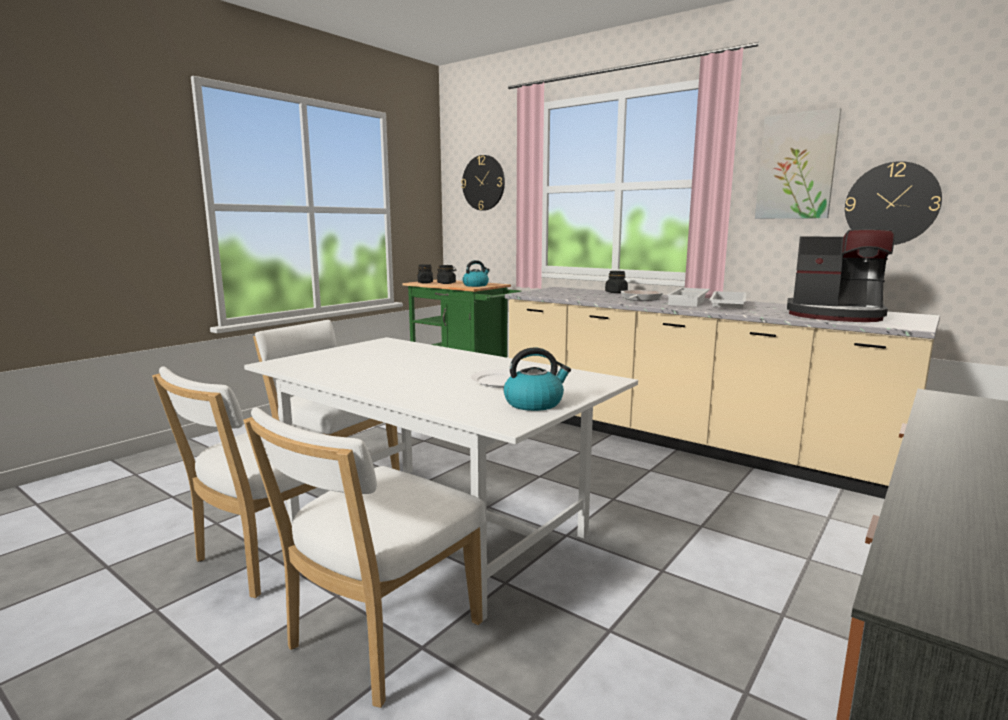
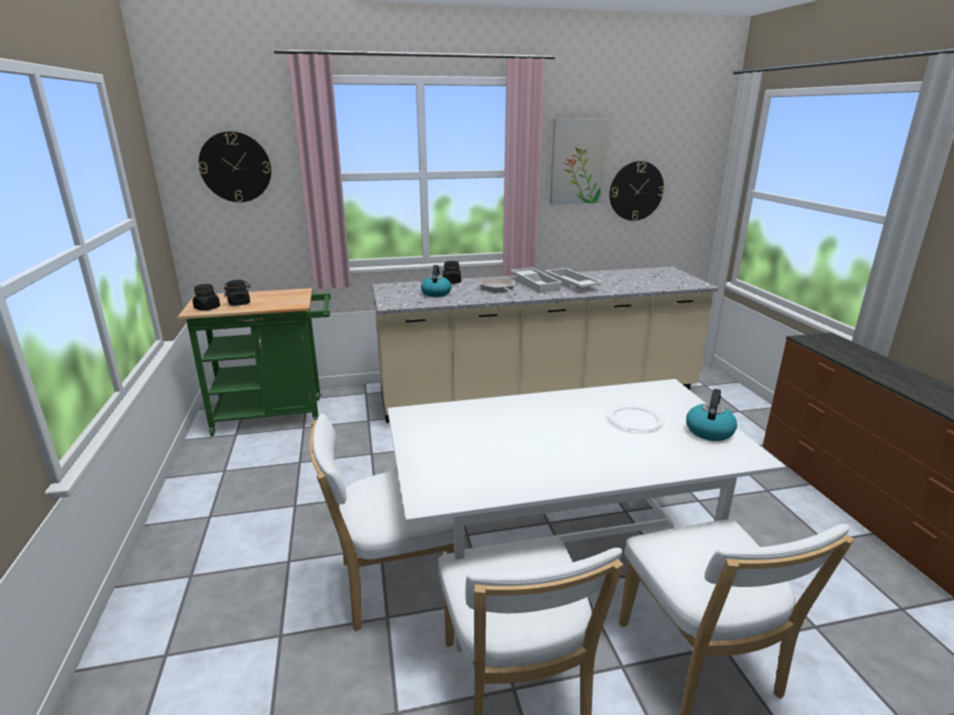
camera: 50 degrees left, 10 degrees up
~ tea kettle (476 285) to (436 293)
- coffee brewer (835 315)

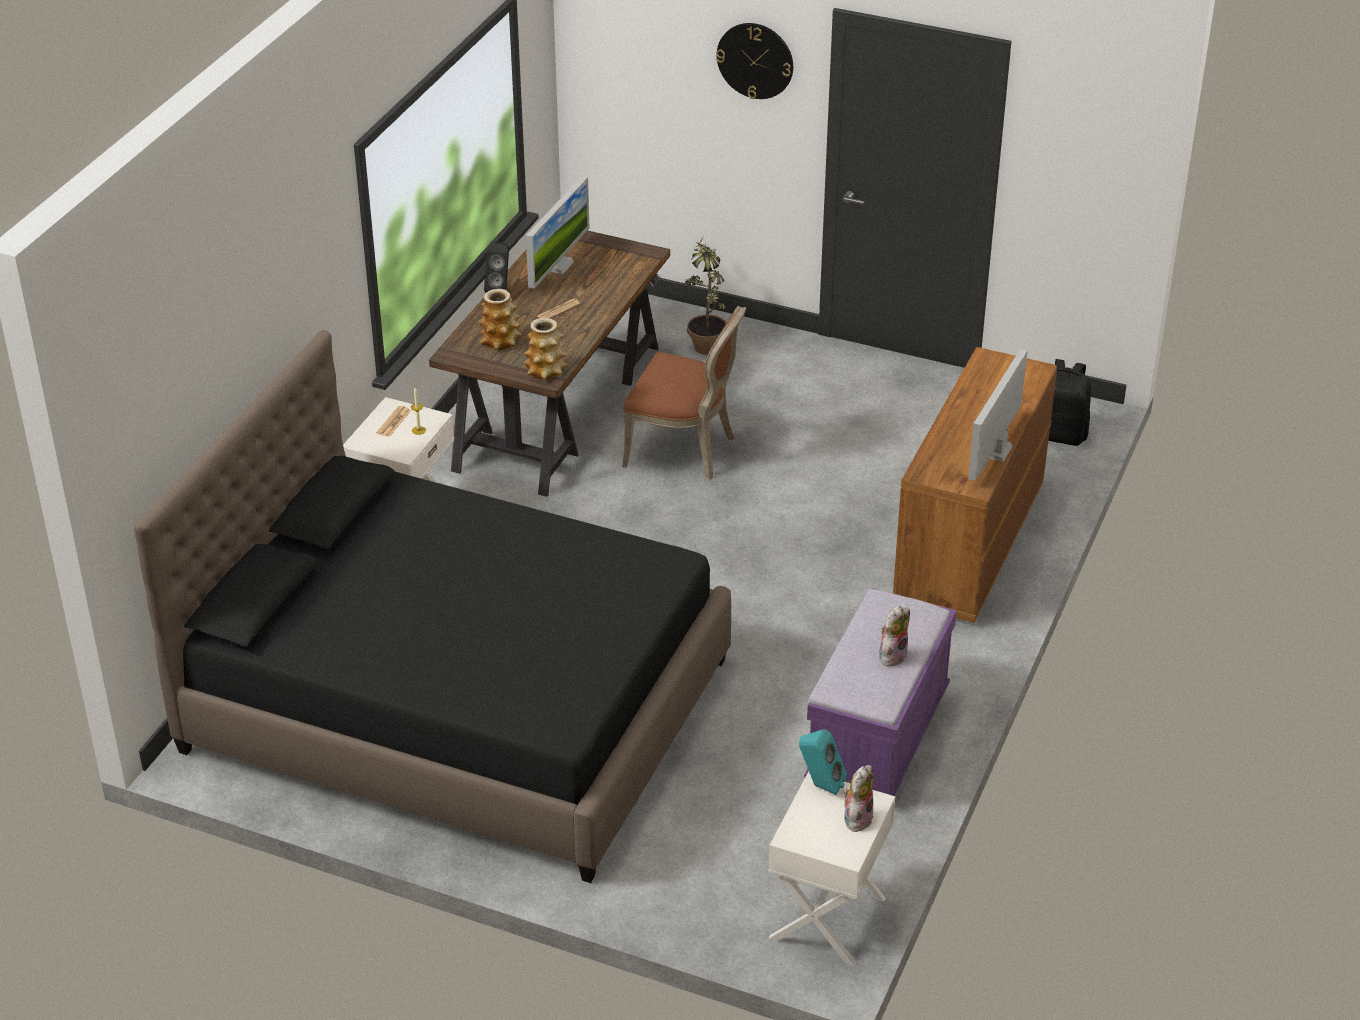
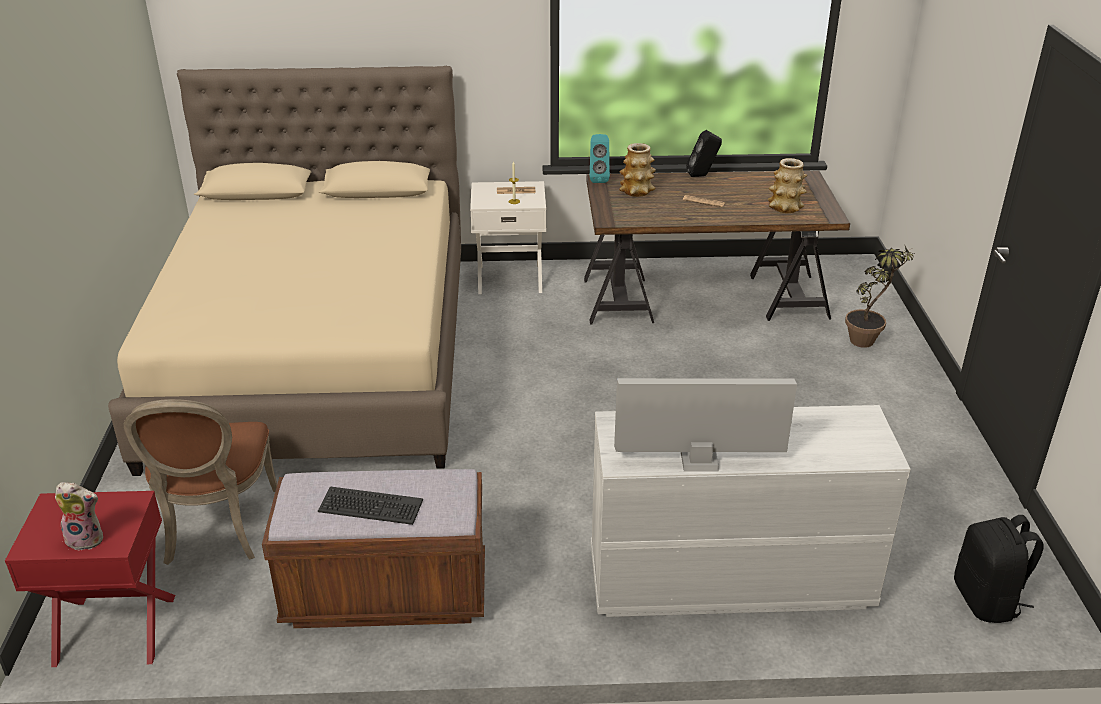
camera: 65 degrees right, 5 degrees down
~ white-coloured night table (829 918) to reddish night table (114 631)
~ black bedroom bed (457 704) to beige-coloured bedroom bed (318 356)
~ brown-coloured upright chair (685 450) to (216 529)
~ purplish bench (878 738) to brown-coloured bench (386 594)
~ soft toy (892 655) to computer keyboard (370 507)
~ blue-green loudspeaker (820 785) to (598 179)
~ brown-coloured dresser (968 546) to white-coloured dresser (727 579)
~ vase (546 371) to (785 208)
- monitor (558 265)
- wall clock (755 60)

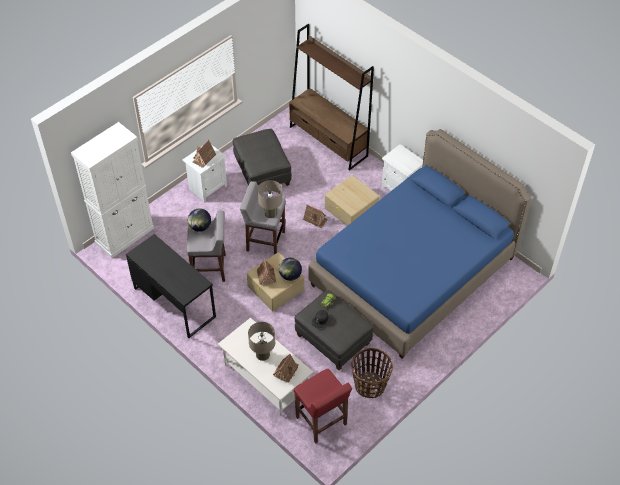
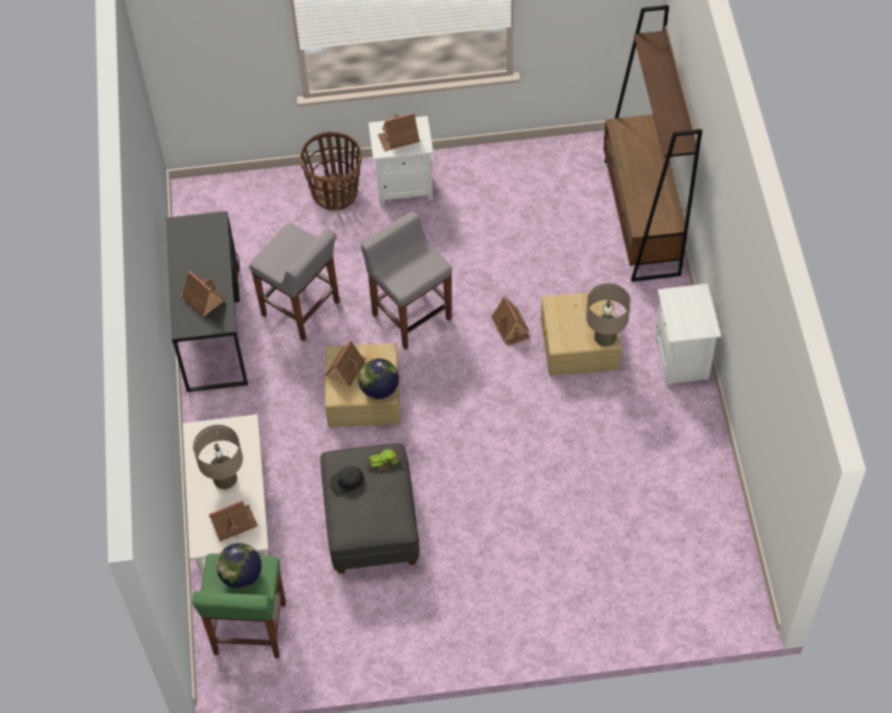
camera: 40 degrees right, 5 degrees up
+ miniature house (202 298)
~ reddish sitting stool (321 421) to green sitting stool (249 630)
~ world globe (200 227) to (241 575)
~ basket (370 385) to (335 193)
~ beige-coloured tabletop lamp (270 213) to (605 337)
- white-coloured cabinet (125 235)
- gray ottoman (262 173)
- bluish bedroom bed (413 271)

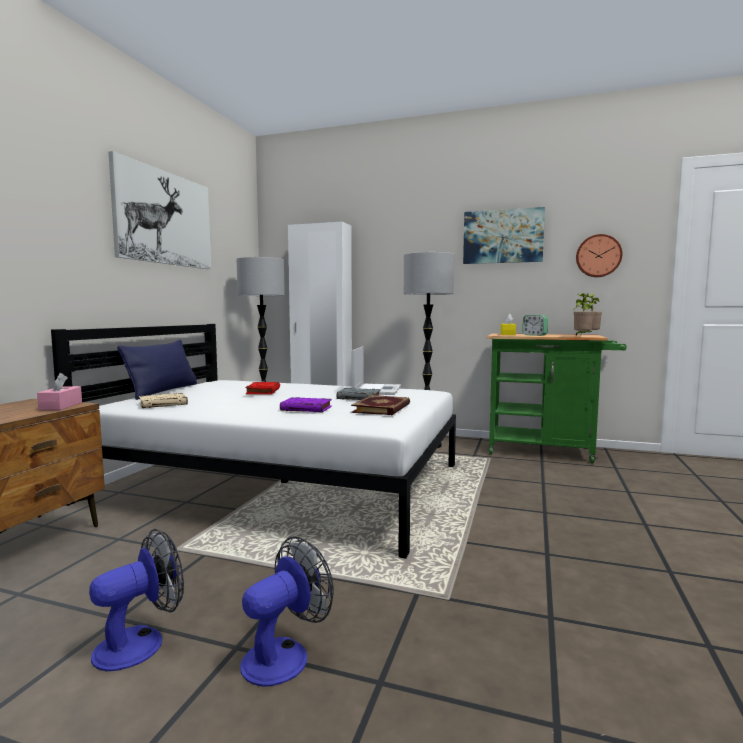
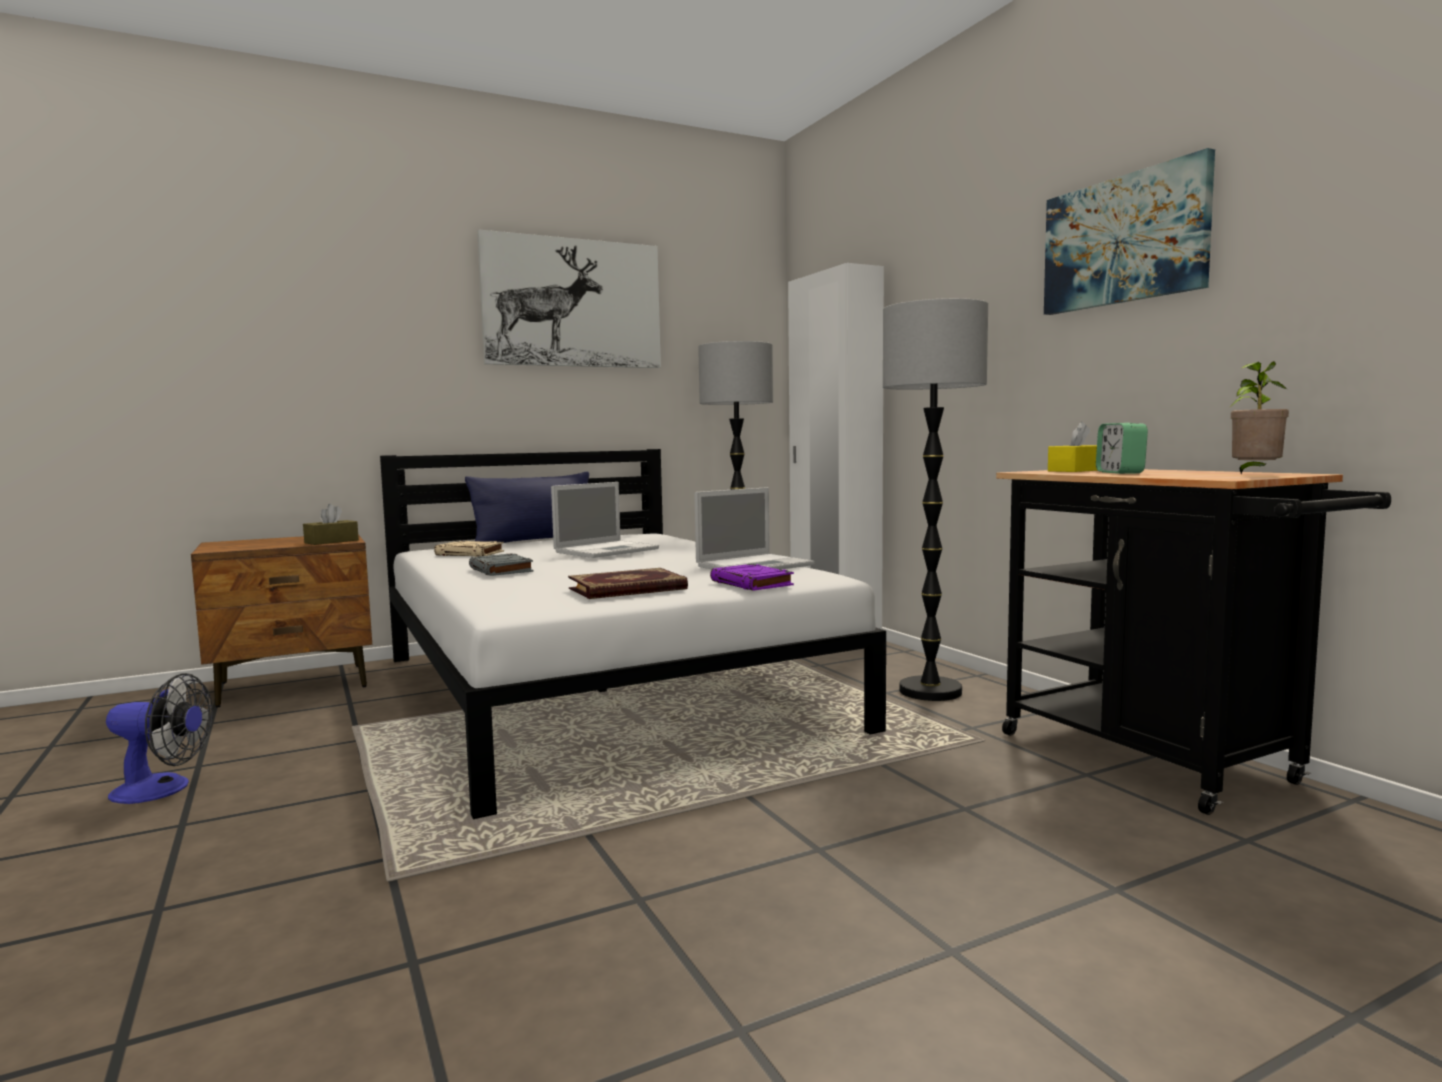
camera: 45 degrees right, 0 degrees up
~ pink tissue holder (61 406) to brown-coloured tissue holder (331 541)
~ gray book (359 398) to (501 570)
~ reddish book (263 391) to notebook computer (608 550)
~ purplish book (307 408) to (752 583)
~ green cart (547 451) to black cart (1159 762)
- fan (285 655)
- potted plant (581 336)
- wall clock (598 256)

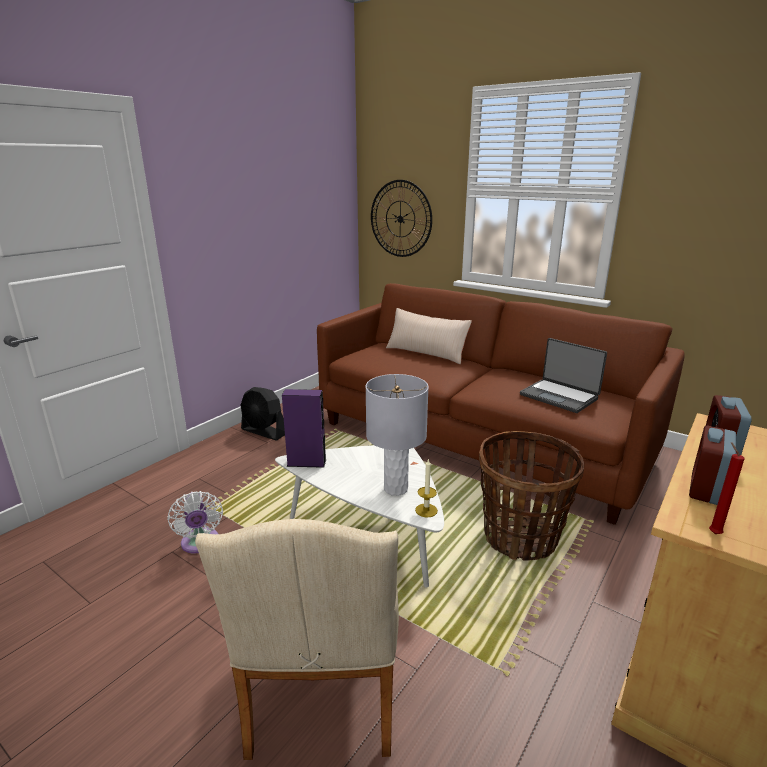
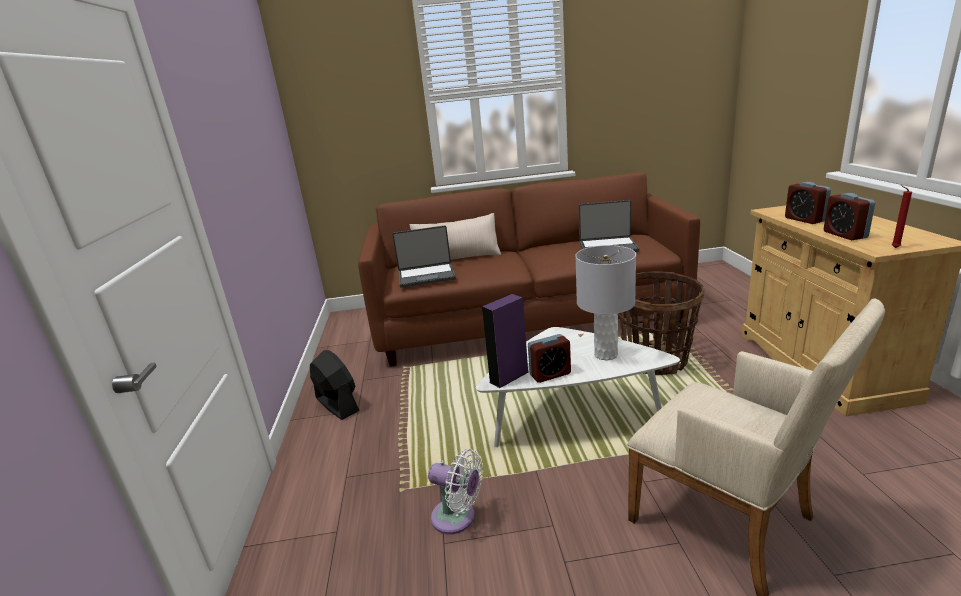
camera: 40 degrees left, 0 degrees up
~ black fan (264 432) = (337 404) 120 degrees counterclockwise
+ notebook computer (426 276)
+ alarm clock (550 374)
- wall clock (400 219)
- wax candle (426 510)

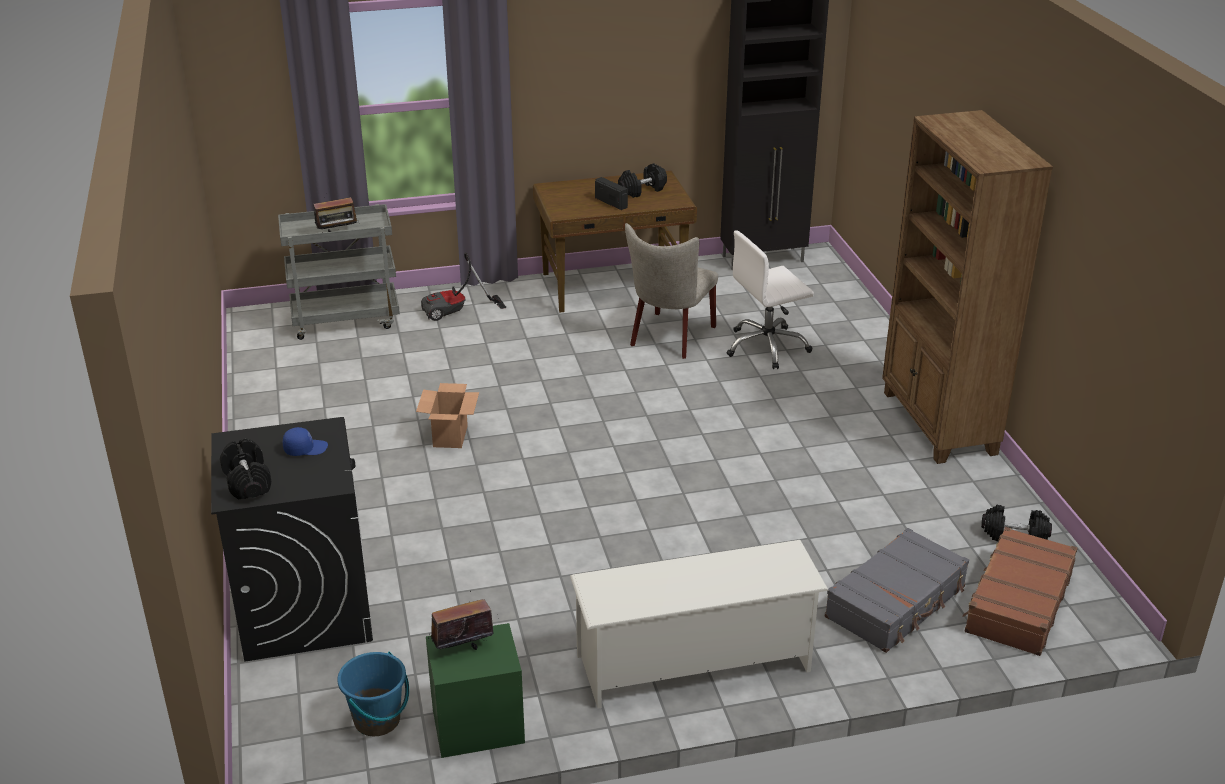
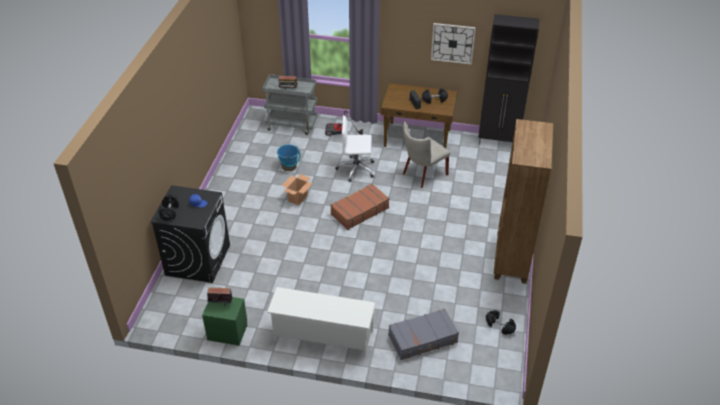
camera: 25 degrees right, 10 degrees up
~ bluish pail (377 720) to (289 166)
~ brown-coloured travel case (1017 603) to (359 211)
~ white-coloured desk chair (767 347) to (356 169)
+ wall clock (452 43)

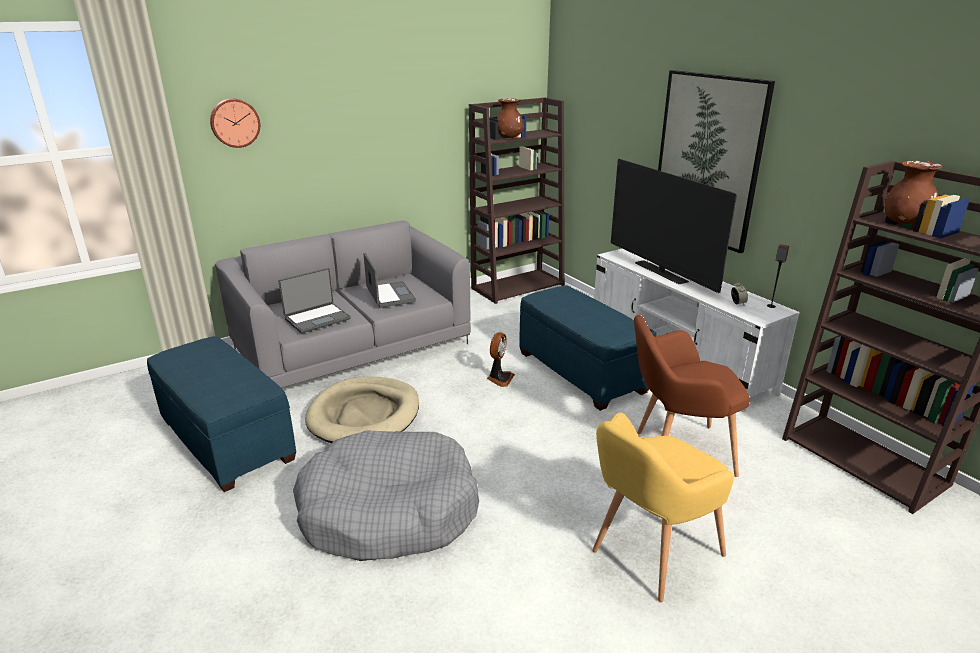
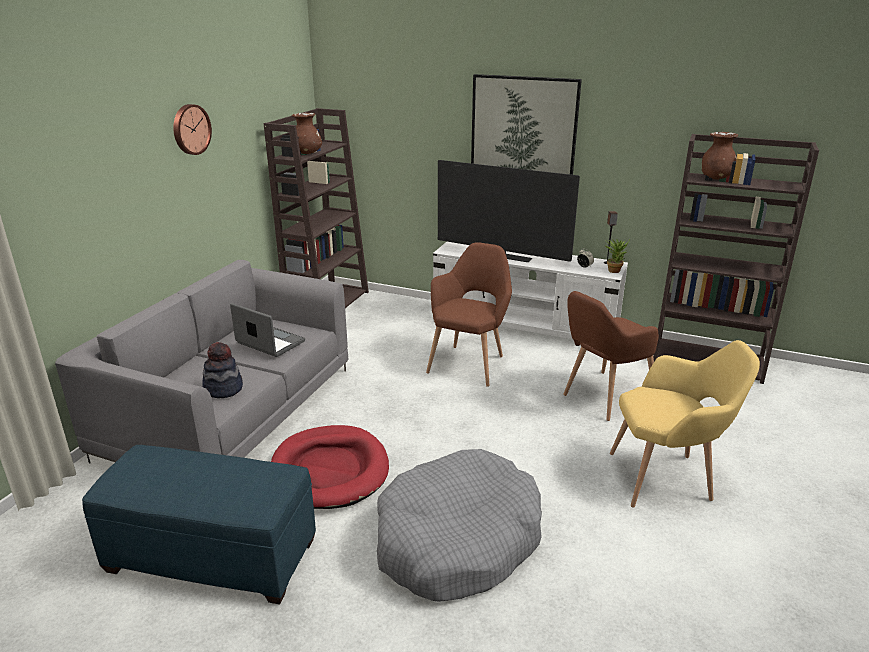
camera: 35 degrees left, 0 degrees up
~ wall clock (234 123) to (190 129)
~ notebook computer (317 318) to hat (223 388)
~ beige-coloured pet bed (364 415) to reddish pet bed (330 470)
~ bluish ottoman (581 372) to brown-coloured easy chair (470 363)
+ potted plant (614 270)
~ yellowish easy chair (648 555) = (667 479) 105 degrees counterclockwise
- fan (499 378)

